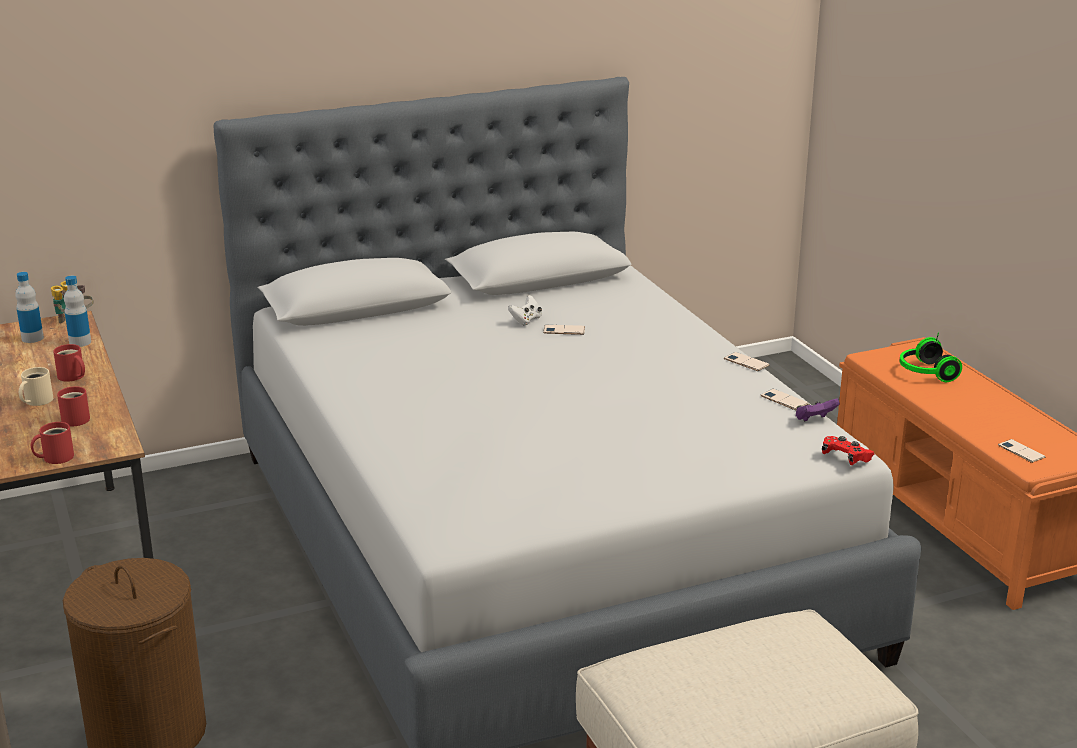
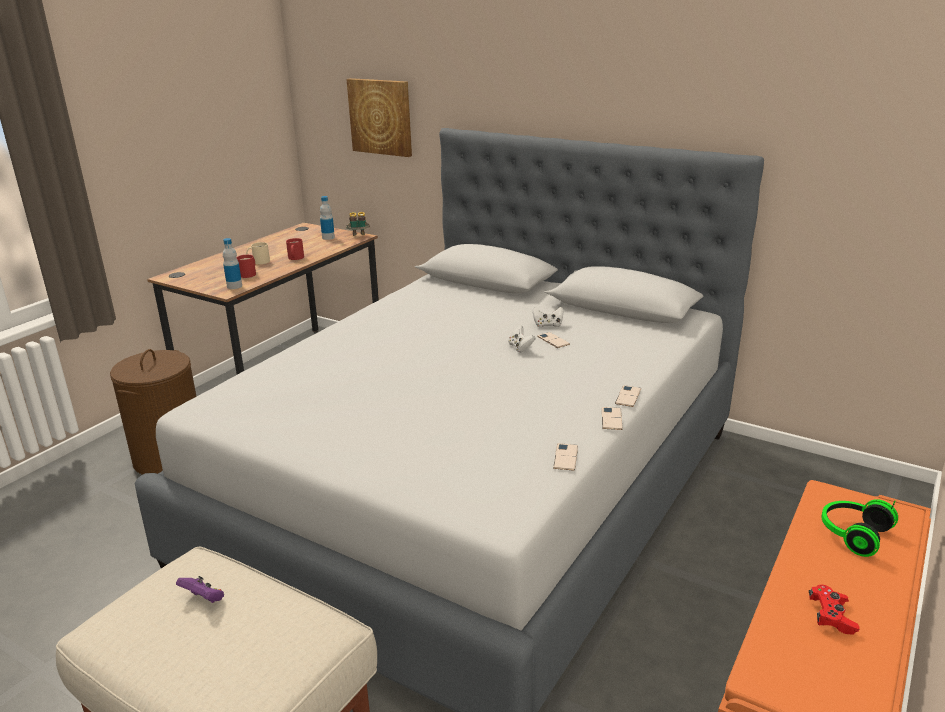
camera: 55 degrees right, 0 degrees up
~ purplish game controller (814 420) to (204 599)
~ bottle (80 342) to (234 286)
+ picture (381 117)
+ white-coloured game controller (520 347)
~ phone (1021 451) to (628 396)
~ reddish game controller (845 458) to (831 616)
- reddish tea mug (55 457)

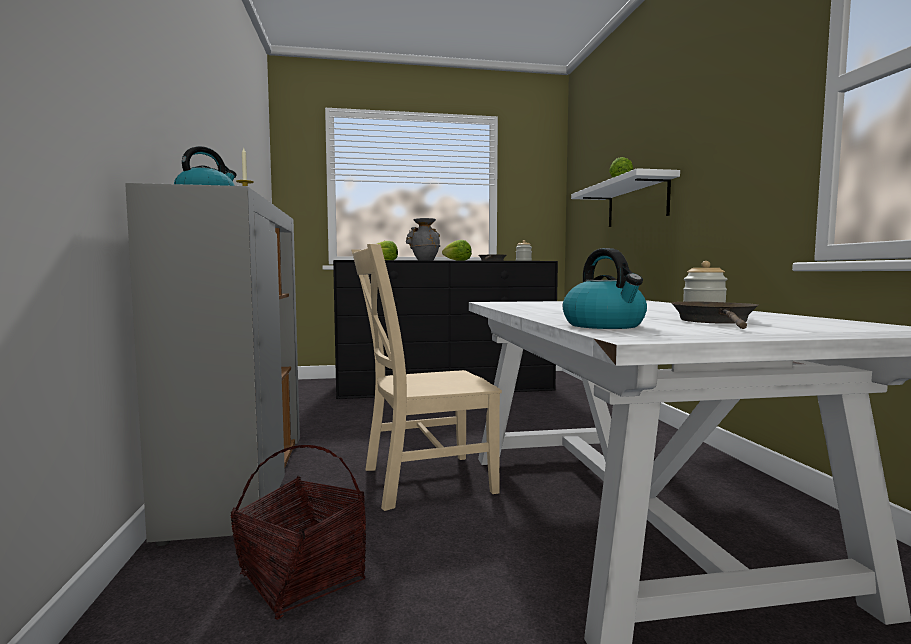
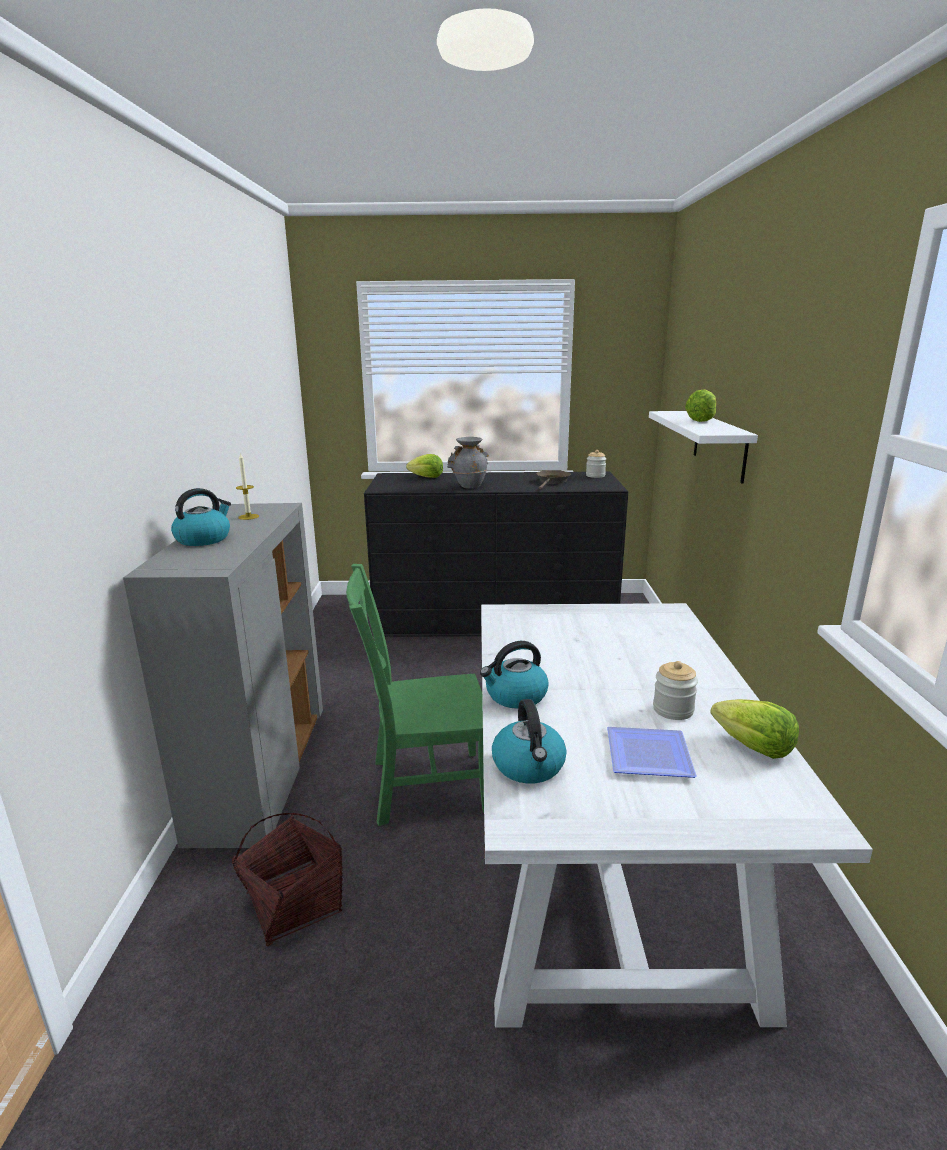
camera: 10 degrees right, 15 degrees up
~ beige-coloured upright chair (421 481) to green upright chair (423 786)
+ tea kettle (515 696)
~ brown-coloured pan (715 321) to flat dish (651 754)
~ lettuce head (457 260) to (753 747)

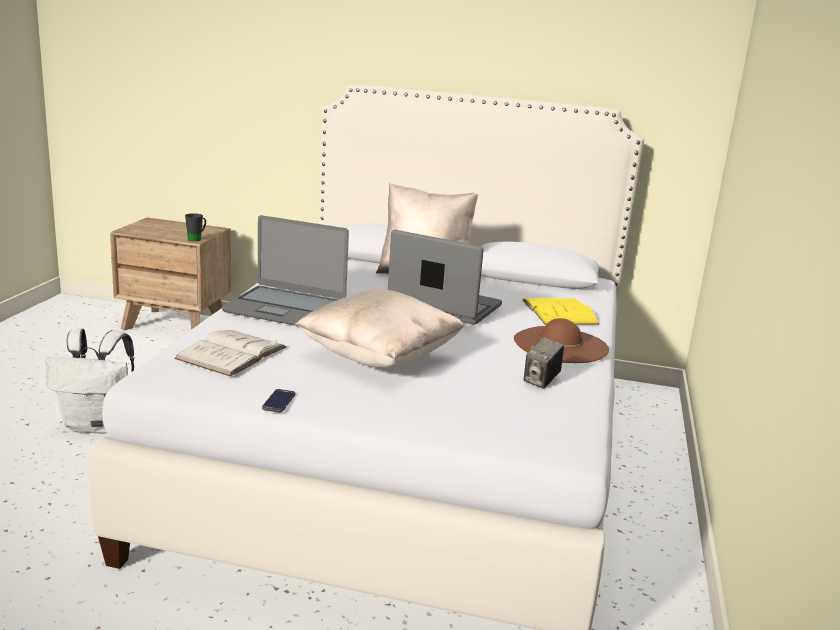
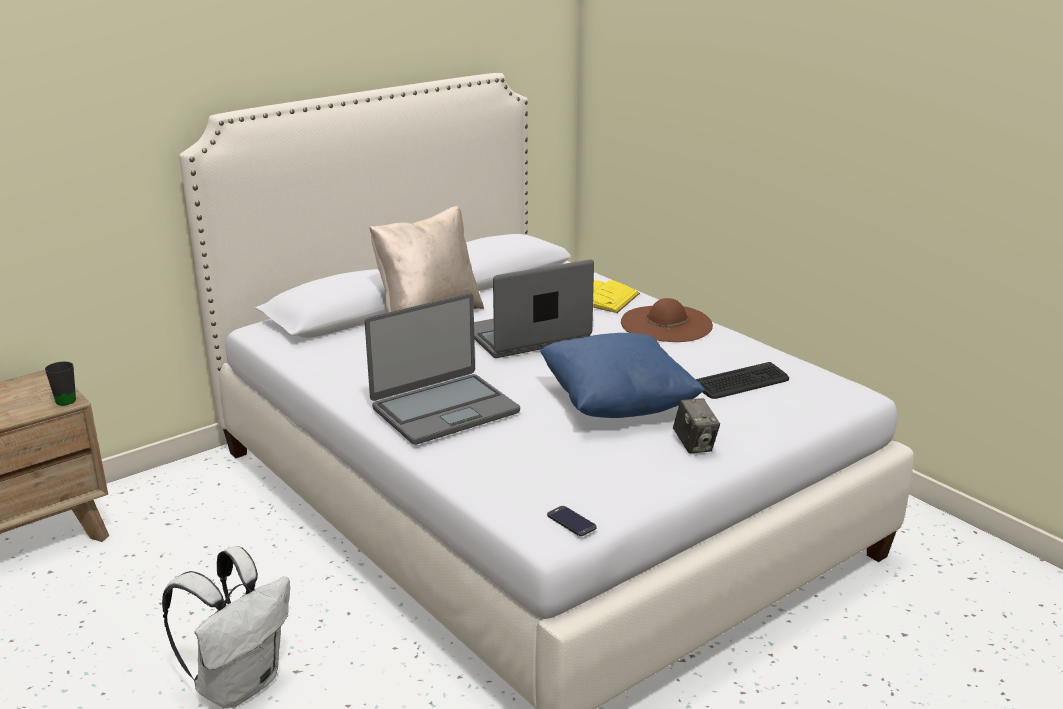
camera: 50 degrees left, 5 degrees up
~ beige-coloured throw pillow (379 357) to bluish throw pillow (617 405)
~ phone (279 401) to (571 521)
~ still camera (541 381) to (694 445)
+ computer keyboard (741 382)
- white-coloured book (232 353)

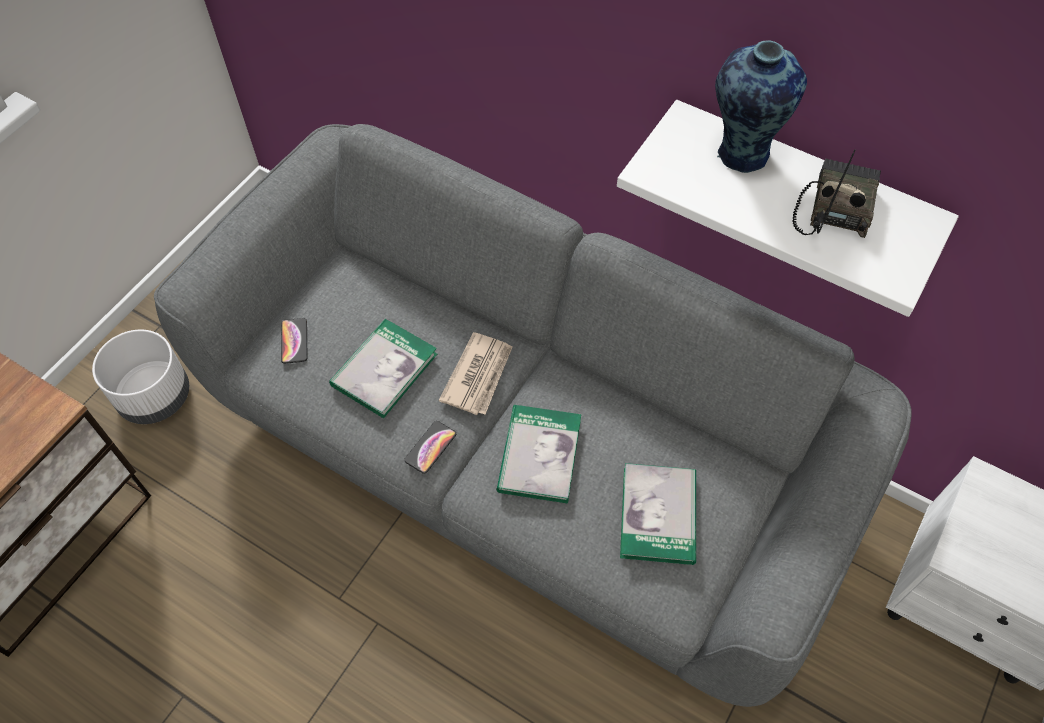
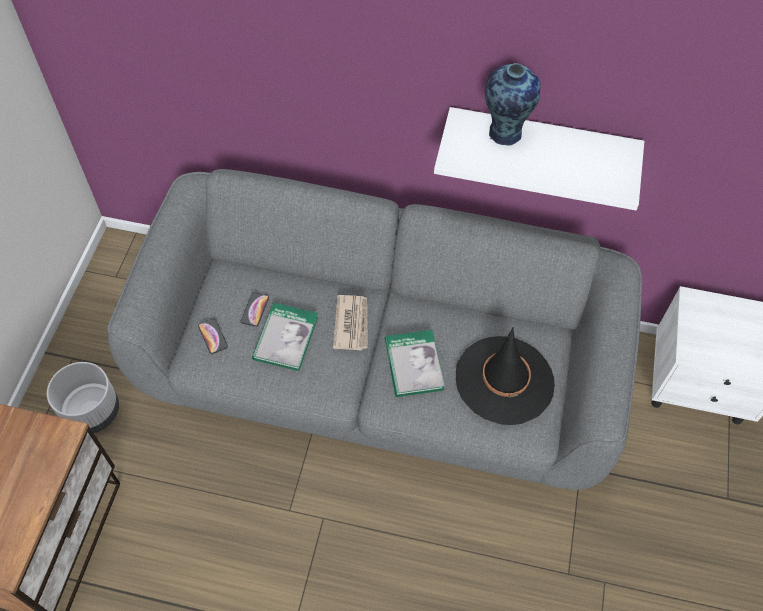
camera: 20 degrees left, 0 degrees up
~ phone (430 447) to (255 309)
~ book (658 515) to black hat (504 380)
- radio set (833 207)

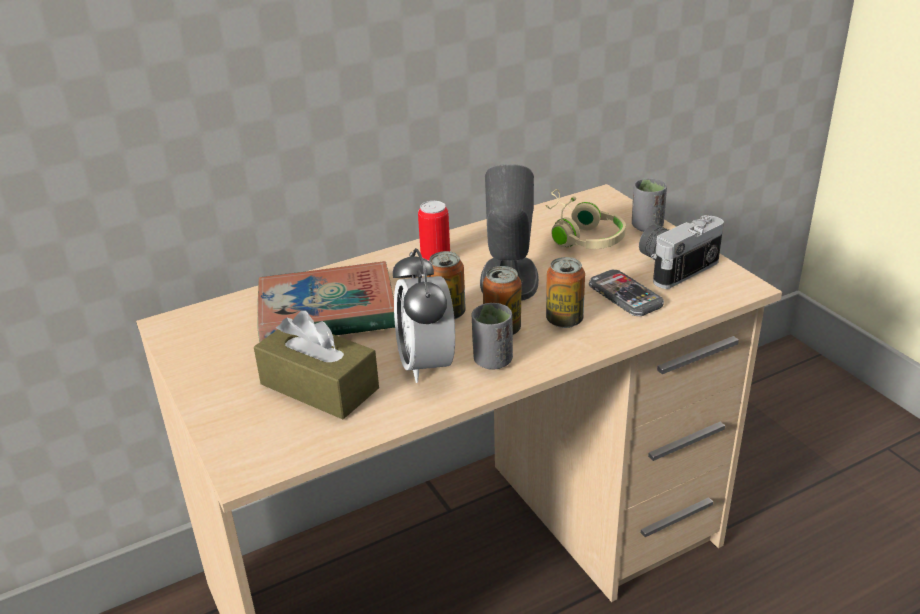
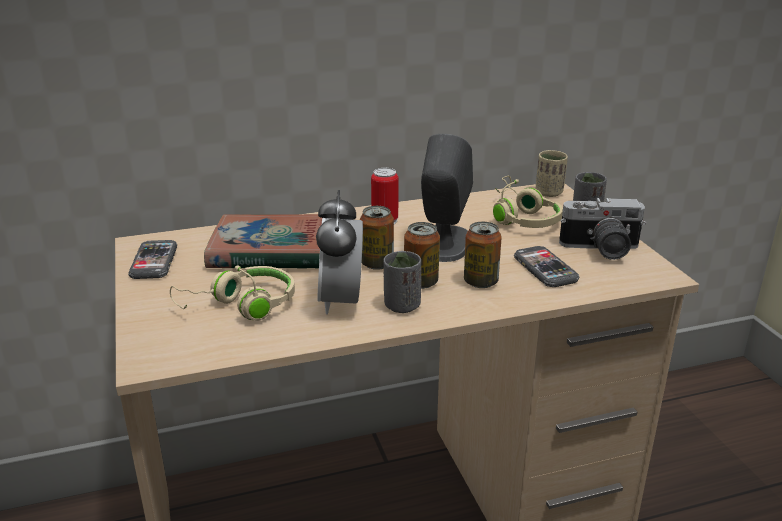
camera: 10 degrees right, 5 degrees down
+ phone (154 261)
~ brown-coloured tissue holder (319 386) to beige-coloured headset (241 306)
+ beige-coloured small cup (549 193)
~ still camera (674 265) = (600 250) 150 degrees counterclockwise

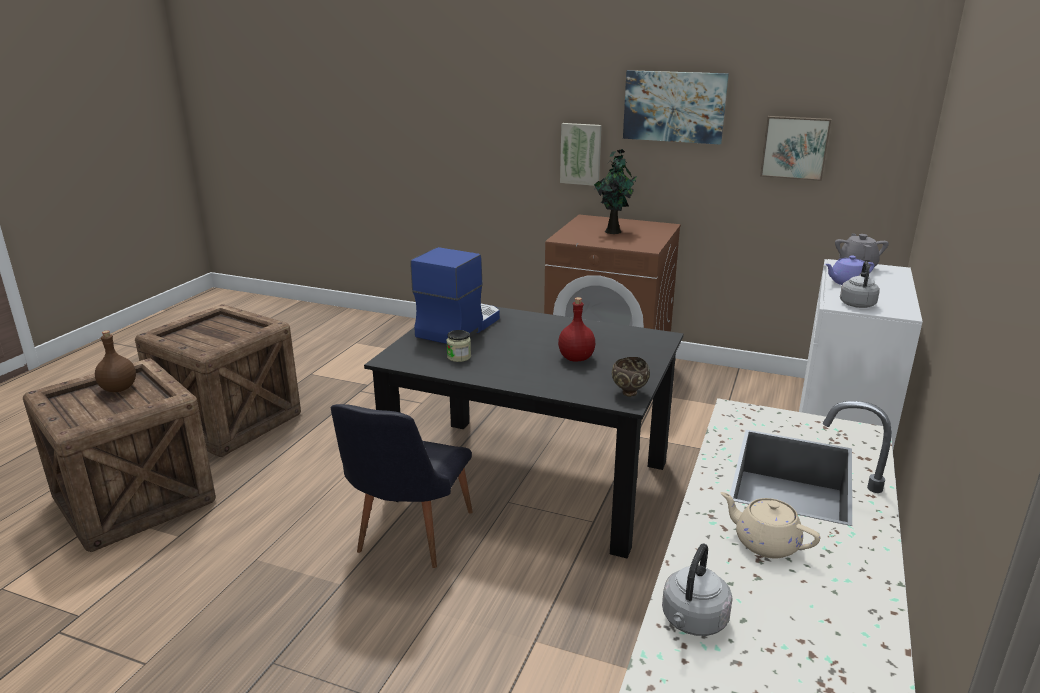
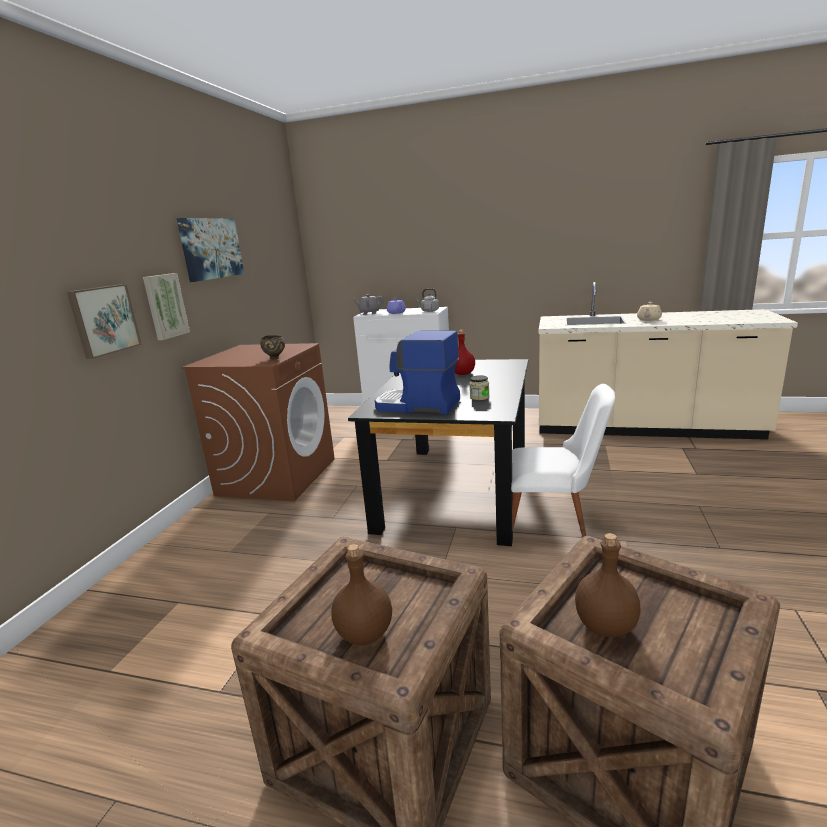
camera: 95 degrees left, 5 degrees down
~ picture (795 147) to (103 320)
~ brown-coloured serving bowl (629 393) to (275 358)
+ brown-coloured bottle (363 634)
~ black upright chair (408 538) to white-coloured upright chair (554 523)
- potted plant (612 231)
- gray tea kettle (693 621)

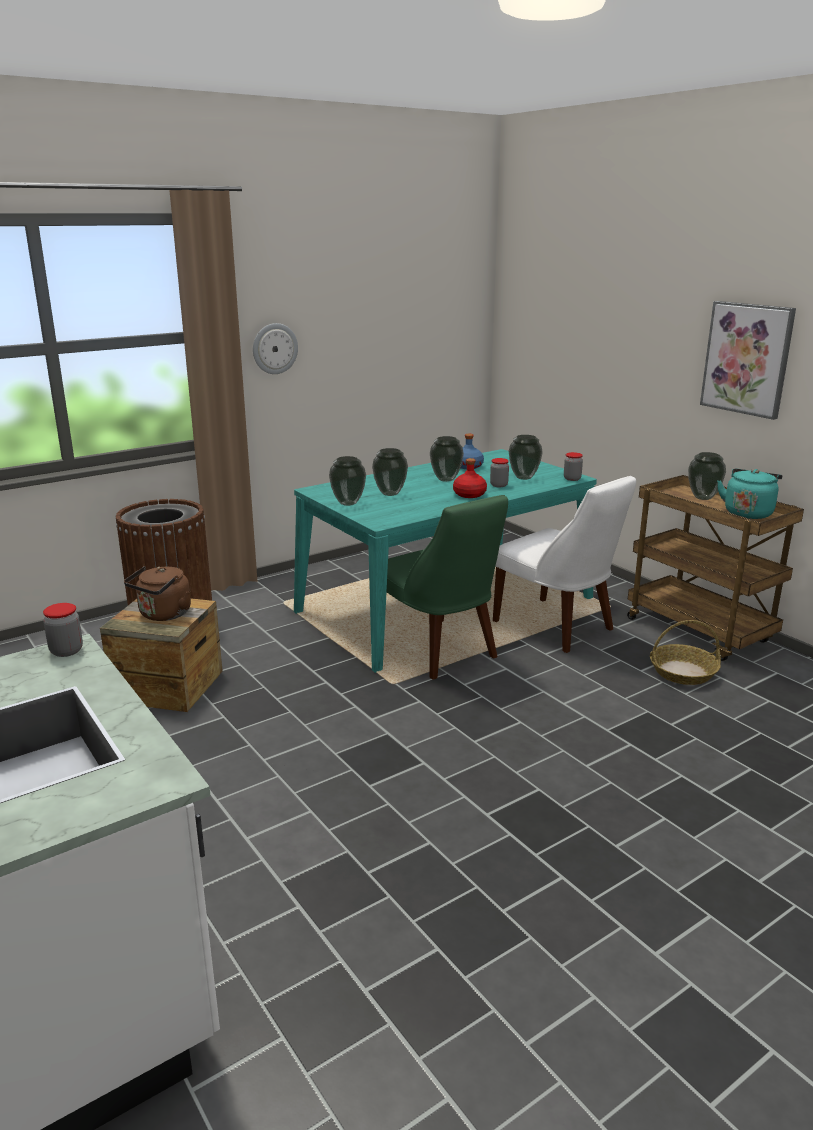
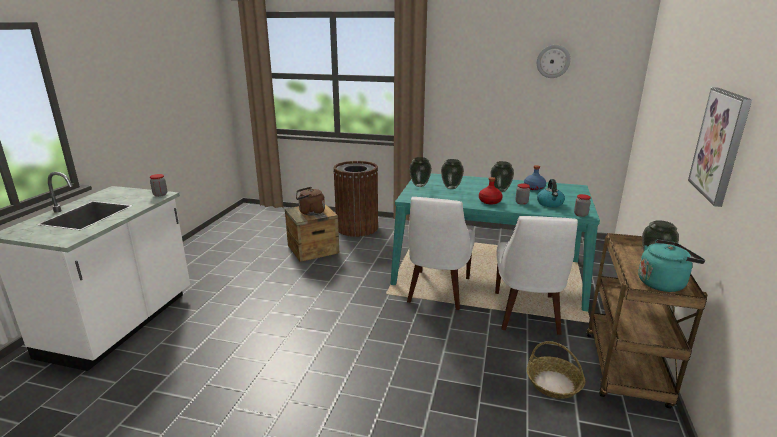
camera: 50 degrees right, 0 degrees up
~ green upright chair (439 651) to white-coloured upright chair (437 291)
~ wall clock (274 348) to (553 61)
~ vase (524 477) to tea kettle (550 204)

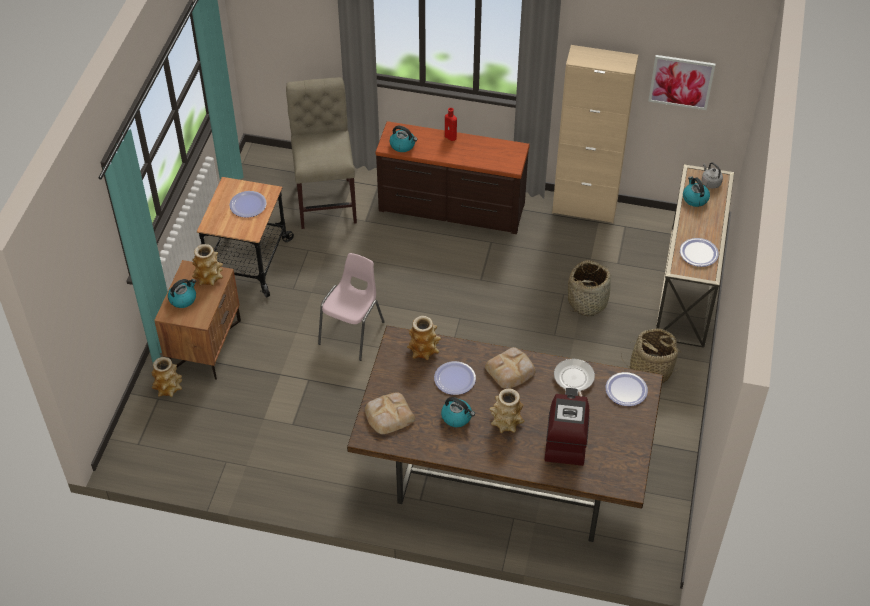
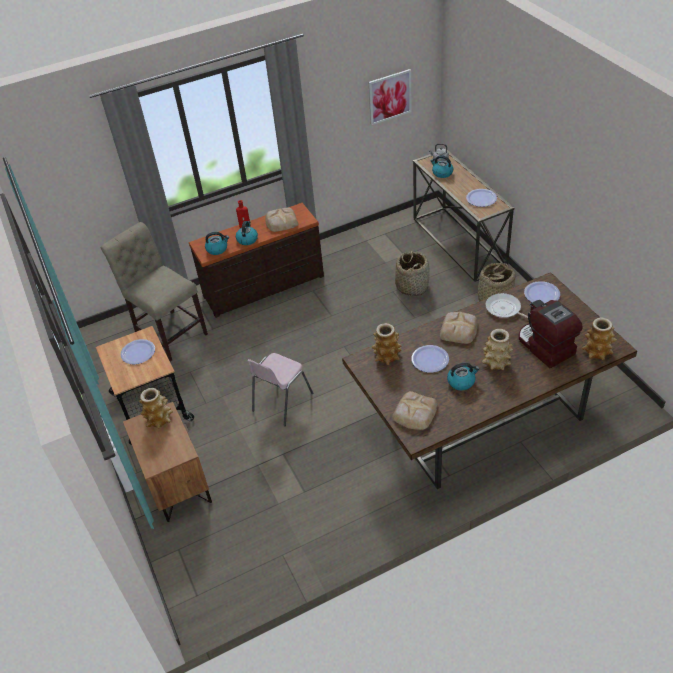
camera: 35 degrees left, 5 degrees down
~ tea kettle (183 299) to (247 239)
~ pink upright chair (353 333) = (281 402) 135 degrees counterclockwise
+ baked bread (281 222)
~ vase (168 388) to (597 351)
- beige-coloured cabinet (584 208)

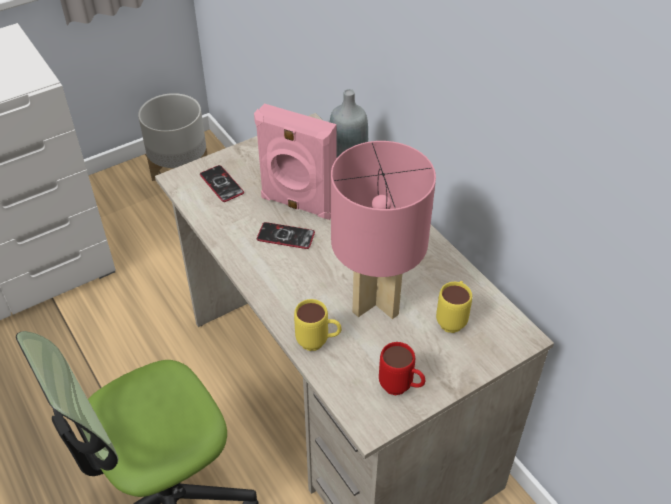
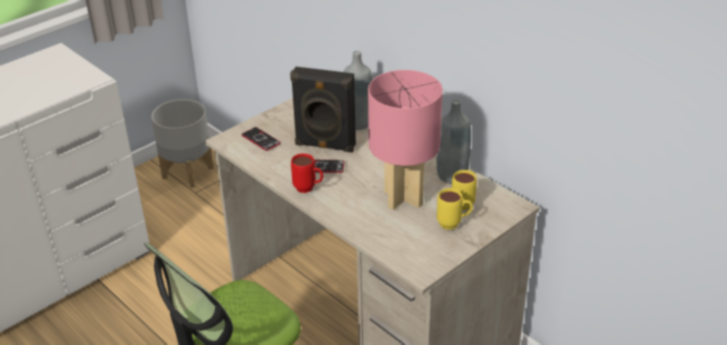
camera: 10 degrees left, 10 degrees down
~ pink loudspeaker (297 205) to black loudspeaker (325 146)
~ reddish tea mug (401 389) to (308 189)
+ gray bottle (452 175)
~ yellowish tea mug (318 343) to (454 224)

